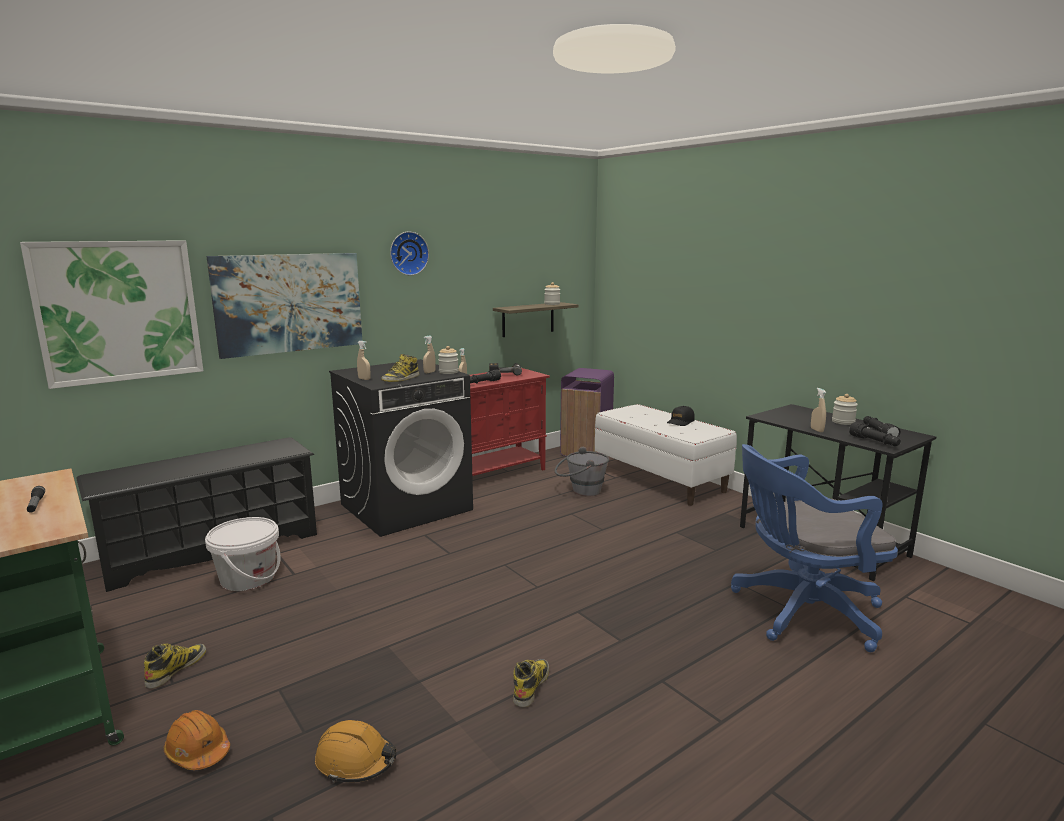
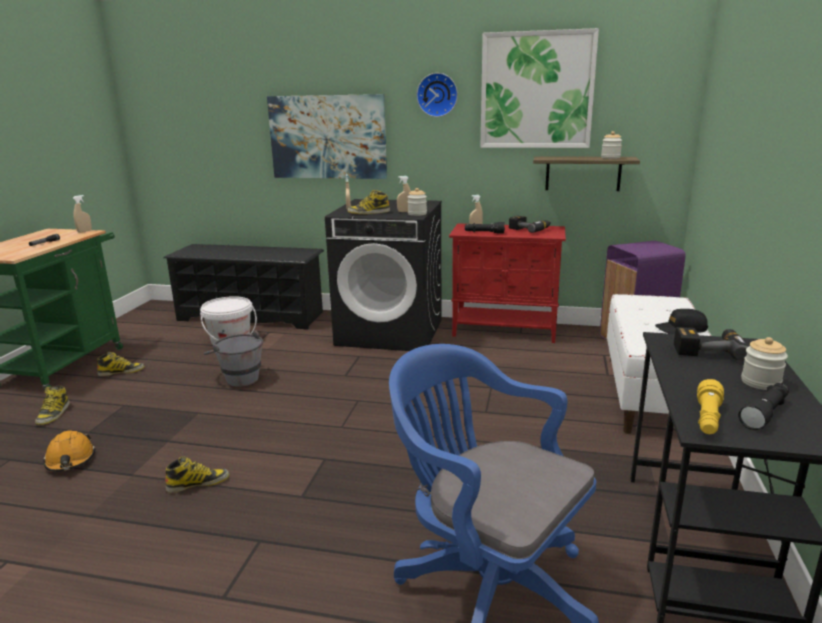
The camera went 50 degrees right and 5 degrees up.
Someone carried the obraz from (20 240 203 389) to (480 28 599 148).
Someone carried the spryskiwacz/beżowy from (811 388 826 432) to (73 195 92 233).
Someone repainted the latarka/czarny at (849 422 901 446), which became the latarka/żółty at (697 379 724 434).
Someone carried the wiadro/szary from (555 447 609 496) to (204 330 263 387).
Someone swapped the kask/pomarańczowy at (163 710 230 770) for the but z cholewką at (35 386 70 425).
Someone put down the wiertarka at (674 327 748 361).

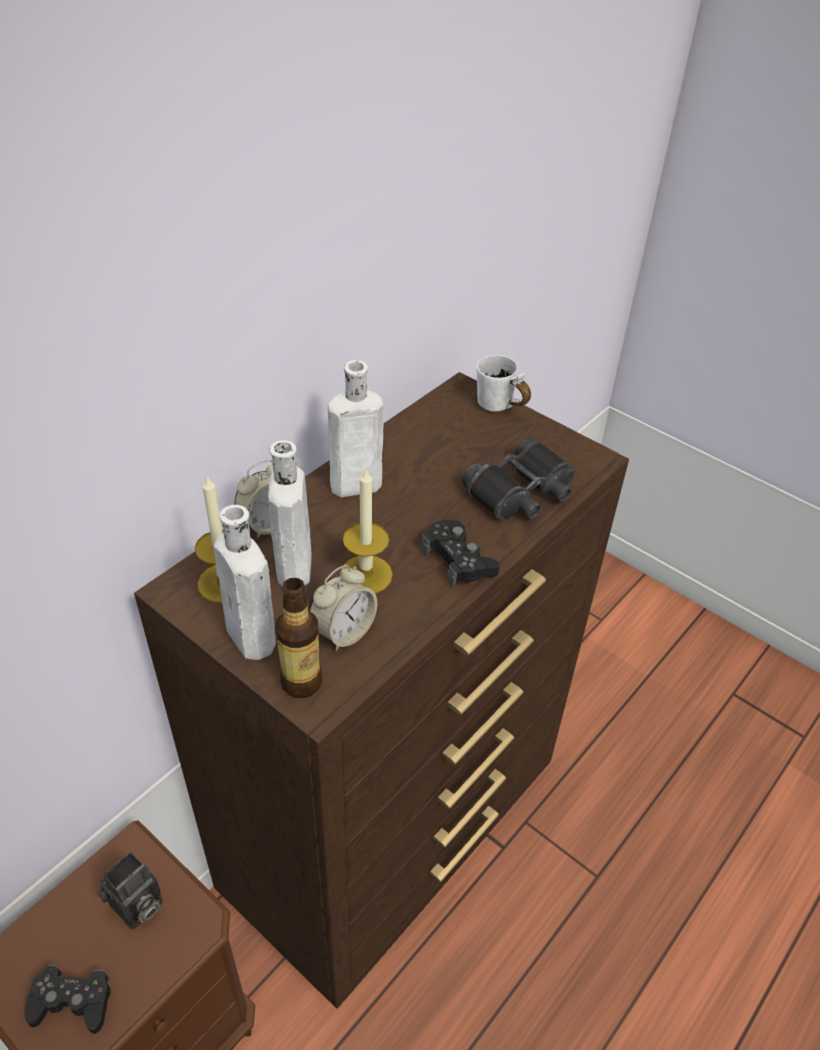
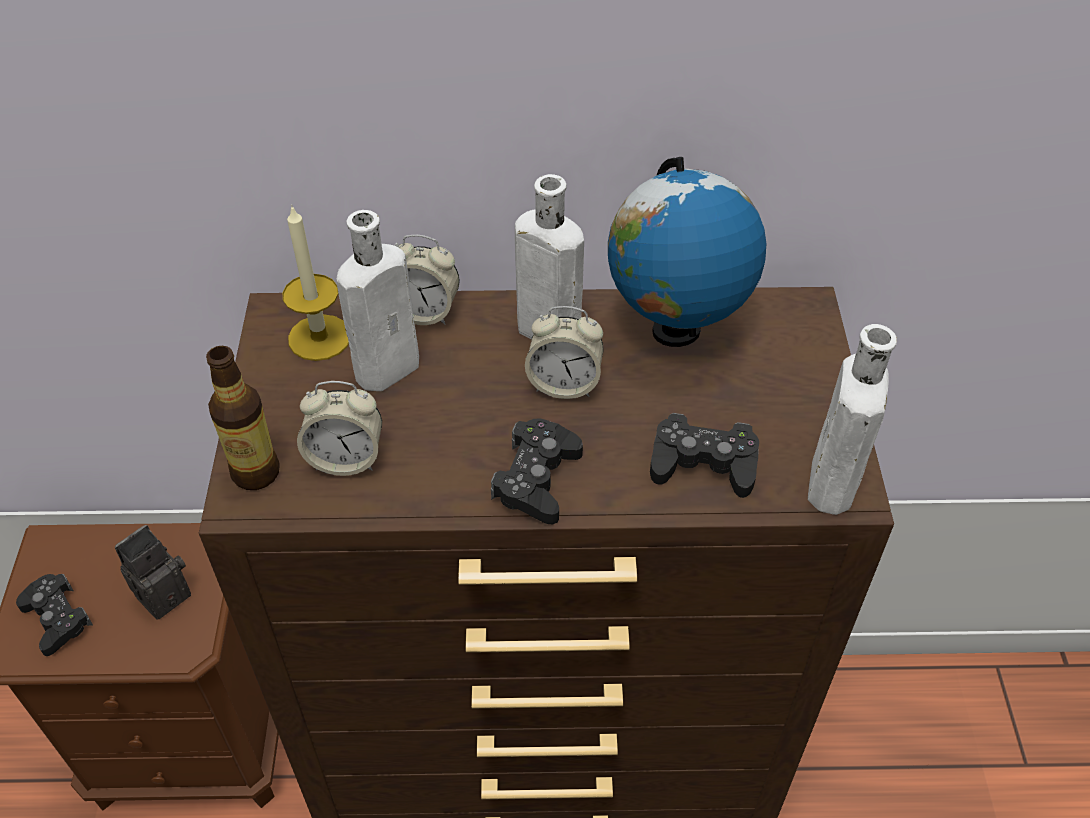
The camera went 50 degrees right and 5 degrees up.
Someone took away the kubek/biały at (477 355 531 411).
Someone swapped the lornetka/czarny at (462 437 575 519) for the pad do gier/czarny at (650 413 759 498).
Someone took away the świeca at (340 467 393 594).
Someone carried the butelka/biały from (214 505 276 660) to (808 324 897 515).
Someone rotated the aparat fotograficzny at (97 852 163 930) by 135 degrees clockwise.
Someone put down the globus at (608 157 766 347).
Someone put down the budzik at (525 306 604 399).

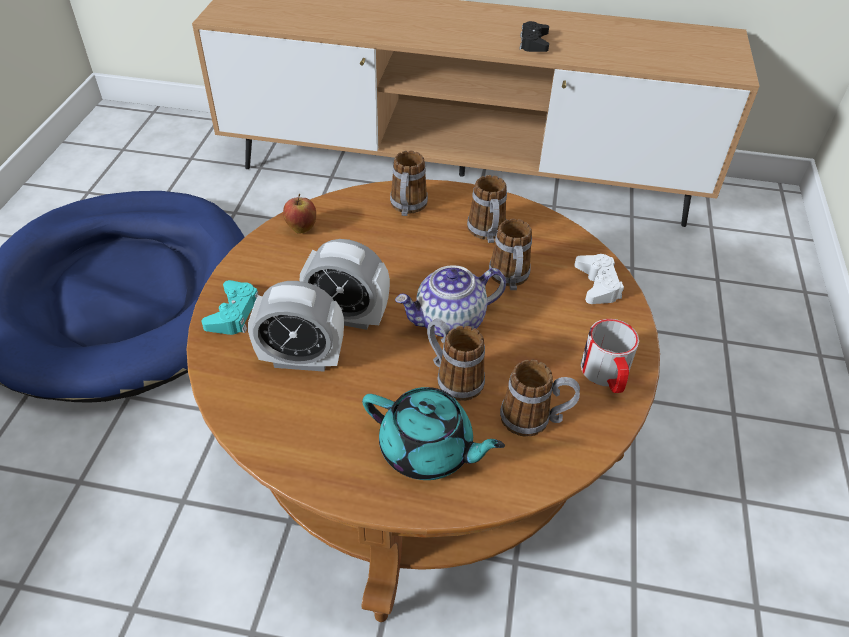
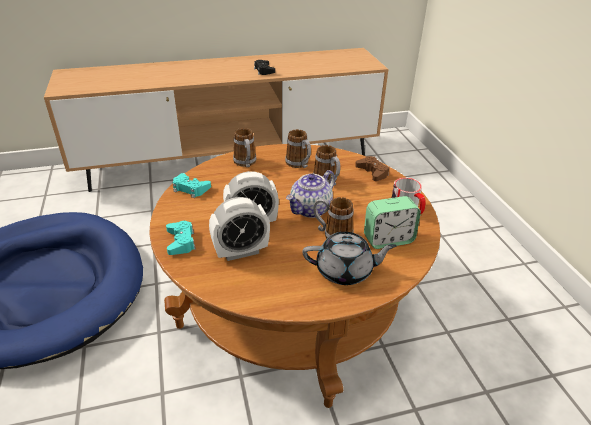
The camera went 25 degrees left and 10 degrees down.
Someone swapped the jabłko at (283 194 316 234) for the pad do gier/turkusowy at (173 173 211 198).
Someone repainted the pad do gier/biały at (574 254 624 304), which became the pad do gier/brązowy at (355 156 389 181).
Someone swapped the kubek at (500 360 580 437) for the budzik at (364 196 421 249).
Someone repainted the imbryk/turkusowy at (362 387 505 480), which became the imbryk/szary at (302 232 397 285).

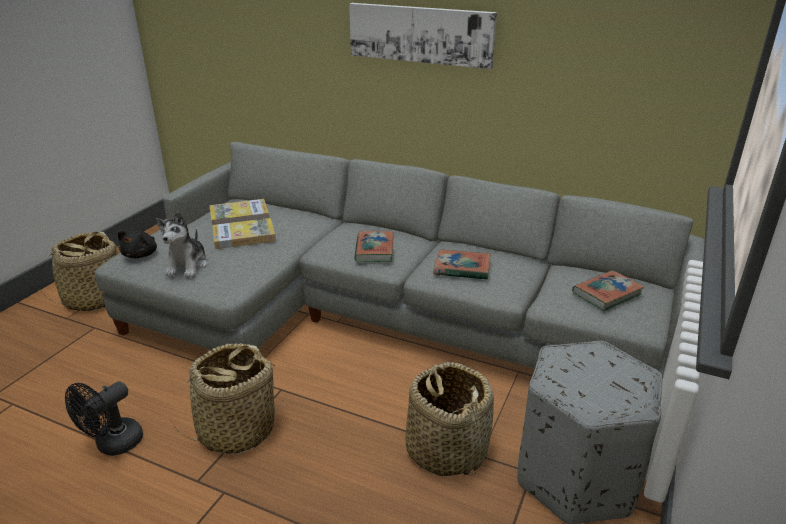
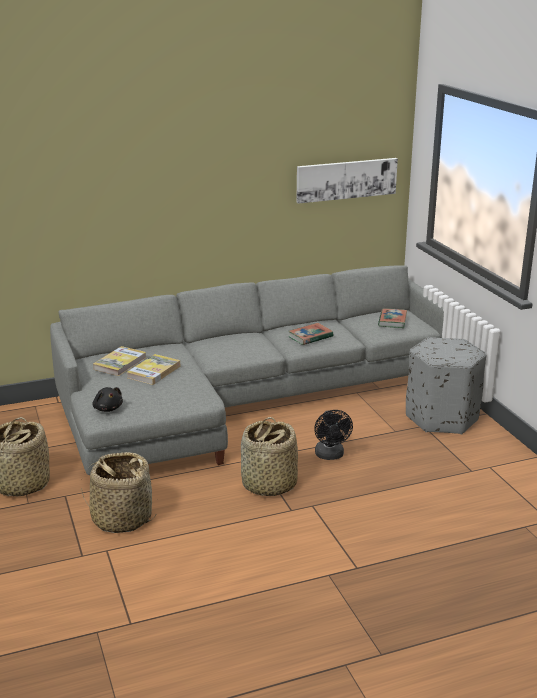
The camera went 45 degrees left and 5 degrees down.
Someone carried the obraz from (349 3 497 69) to (296 158 398 204).
Someone took away the pluszak at (156 212 208 277).
Someone took away the książka at (354 231 394 262).
Someone carried the koszyk from (406 362 494 476) to (81 452 157 533).
Someone carried the wentylator/czarny from (65 381 143 456) to (314 410 353 460).

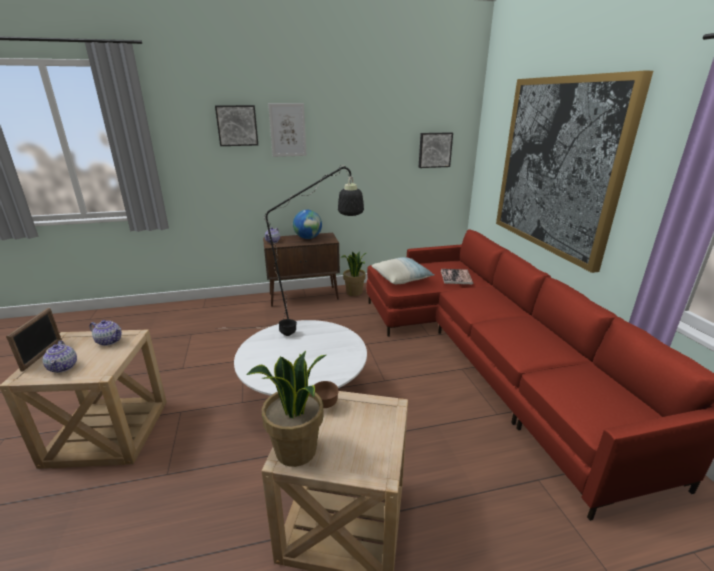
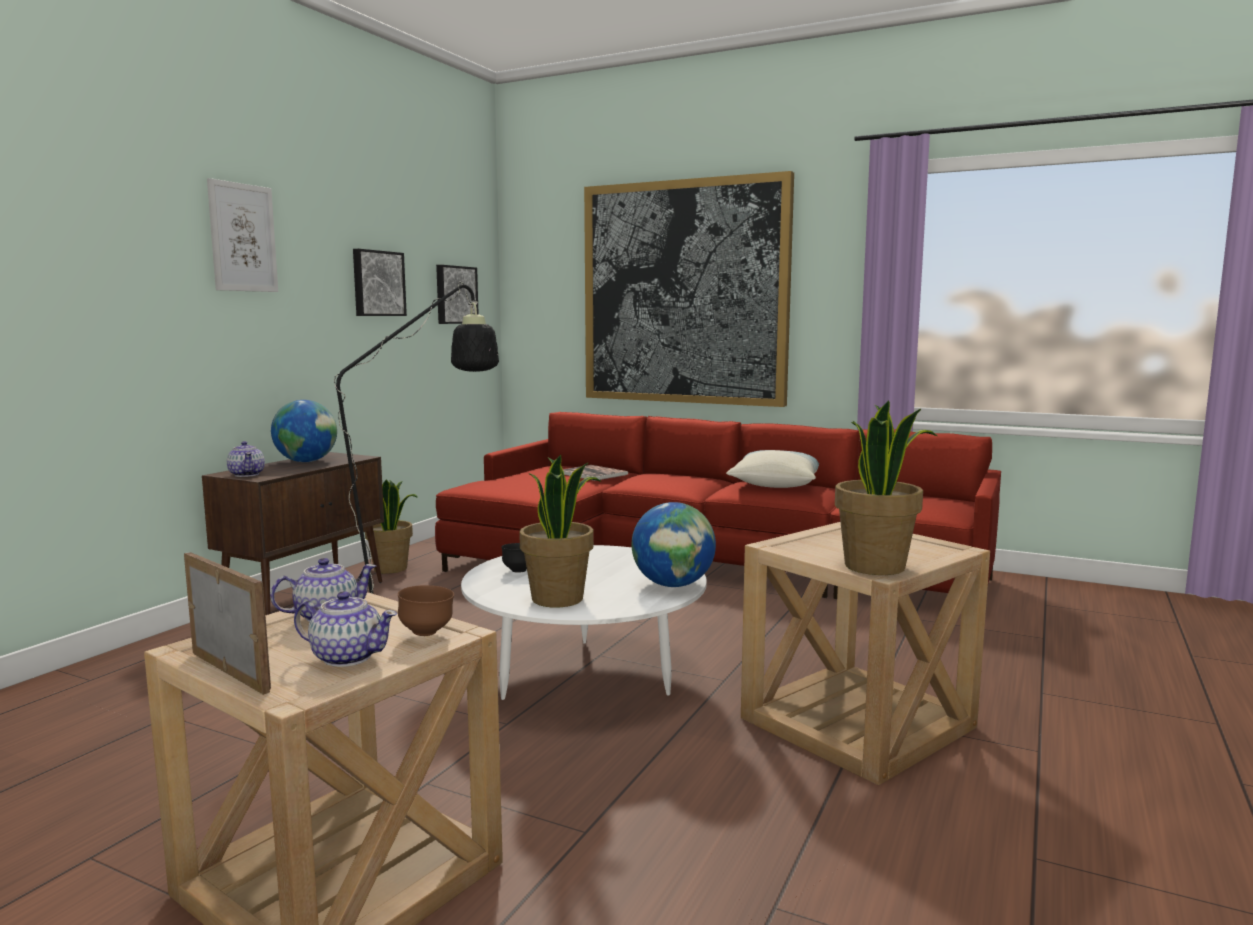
The camera went 50 degrees left and 15 degrees down.
Someone carried the obraz from (215 105 258 146) to (353 249 407 316).
Someone carried the poduszka from (371 257 435 284) to (726 450 819 488).
Someone carried the miska/brązowy from (314 381 339 408) to (398 585 454 636).
Someone put down the roślina doniczkowa at (519 455 601 607).
Someone put down the globus at (632 502 716 587).

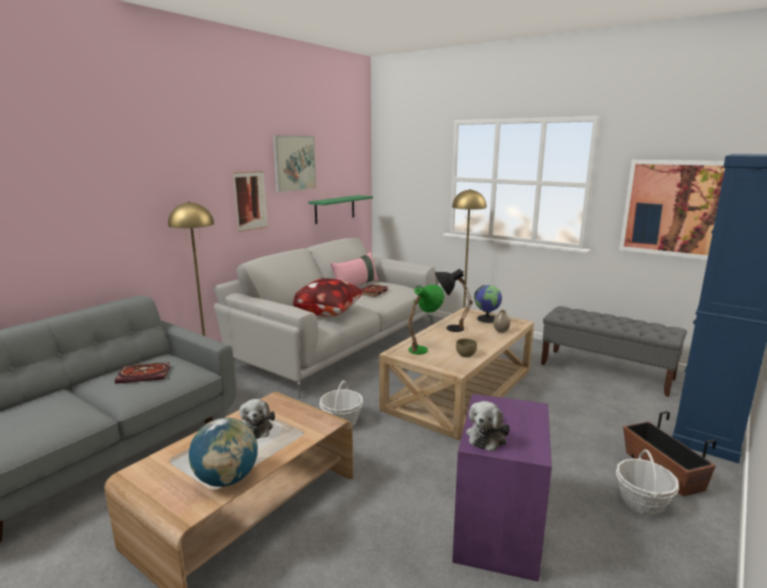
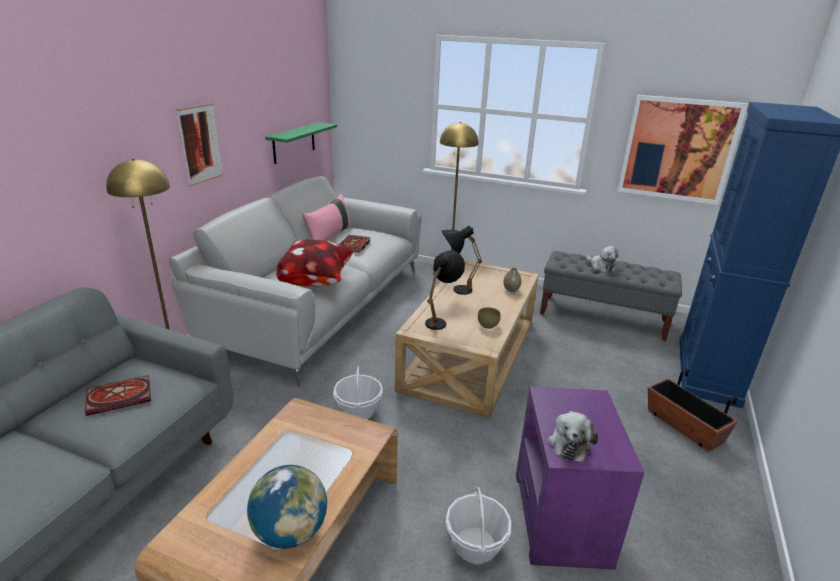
The camera went 15 degrees left and 10 degrees up.
Someone took away the obraz at (273 135 316 192).
Someone repainted the lampa stołowa/zielony at (407 285 444 355), which became the lampa stołowa/czarny at (425 251 465 330).
Someone took away the globus at (474 285 502 323).
Someone carried the pluszak from (239 399 275 439) to (586 246 619 273).
Someone carried the koszyk from (616 449 679 516) to (446 487 511 564).

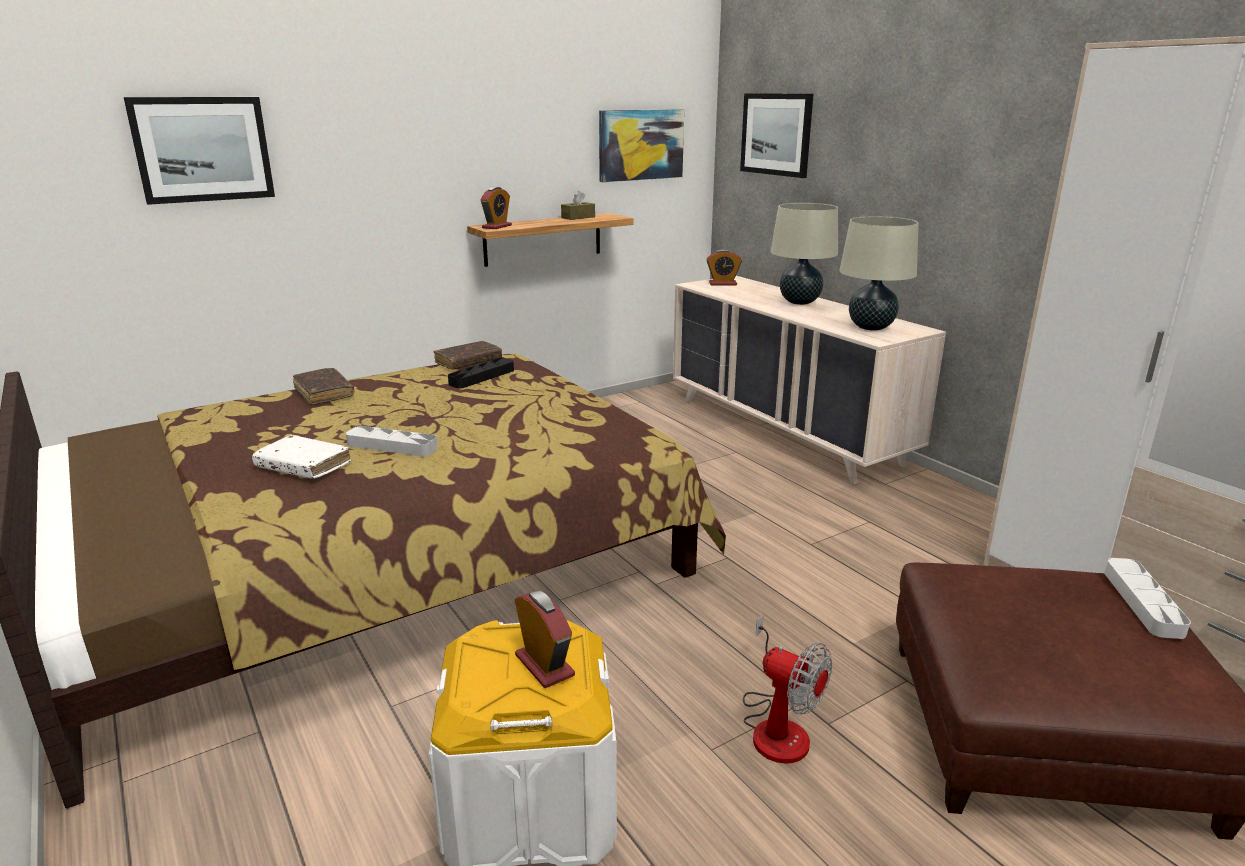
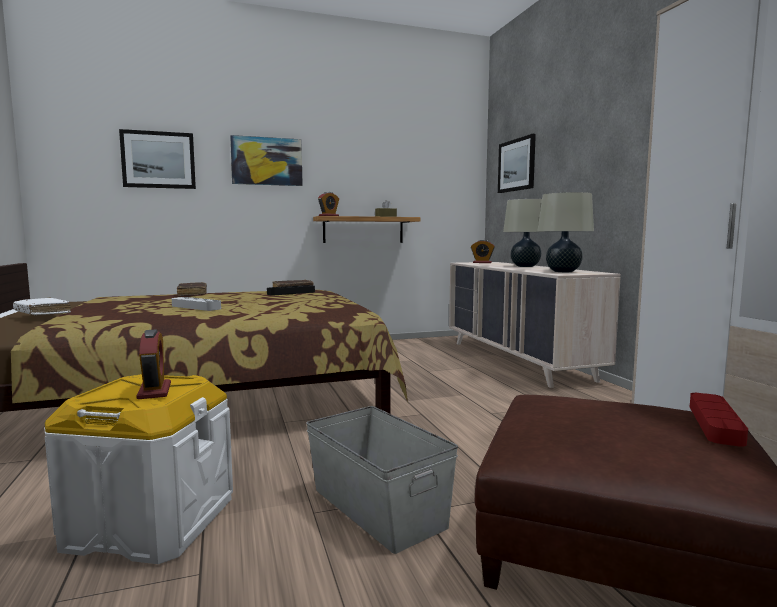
The camera went 15 degrees right and 15 degrees down.
Someone carried the obraz from (599 109 684 182) to (230 135 303 186).
Someone carried the książka/biały from (252 435 351 479) to (13 297 71 315).
Someone repainted the taca/szary at (1104 558 1191 639), which became the taca/czerwony at (690 393 748 447).
Someone swapped the wentylator at (743 614 832 764) for the pojemnik do przechowywania/szary at (306 406 458 554).

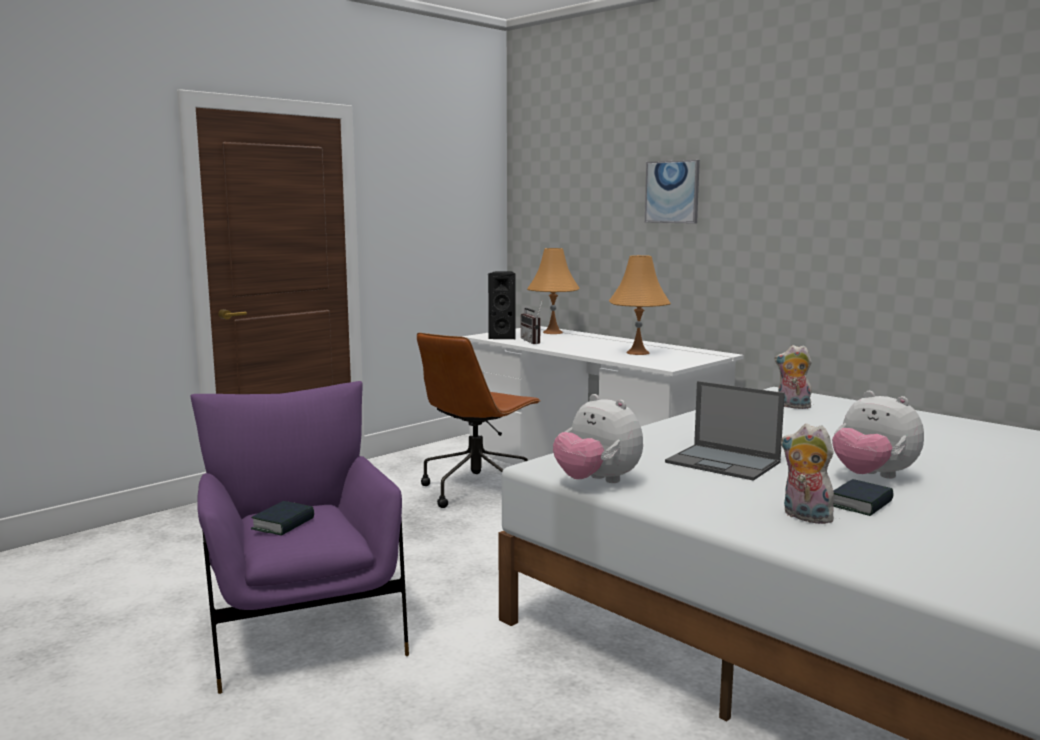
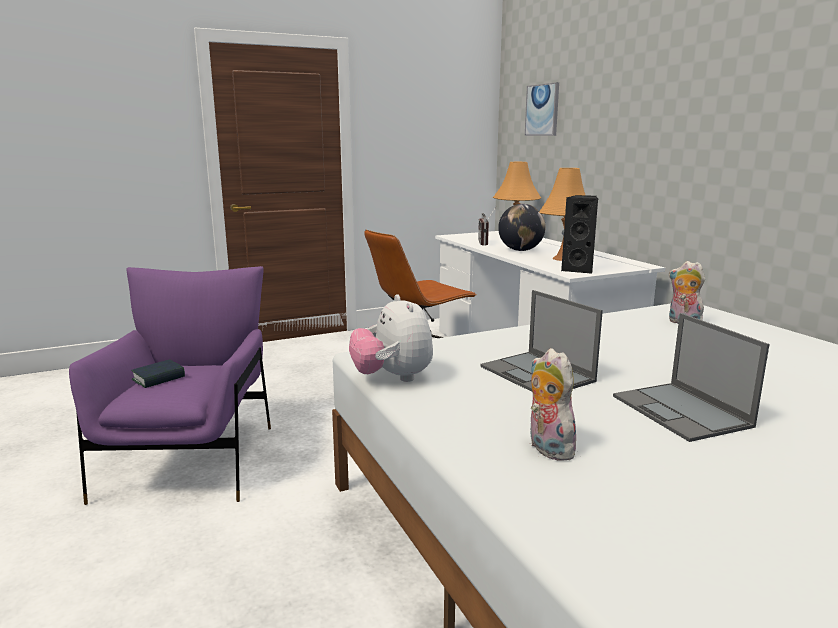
The camera went 20 degrees right and 5 degrees up.
Someone carried the obraz from (645 160 700 224) to (525 82 559 136).
Someone carried the głośnik/czarny from (488 271 516 339) to (561 195 598 274).
Someone swapped the pluszak at (832 391 924 479) for the laptop at (613 313 770 442).
Someone took away the książka at (833 479 893 516).
Someone put down the globus at (498 204 546 251).

